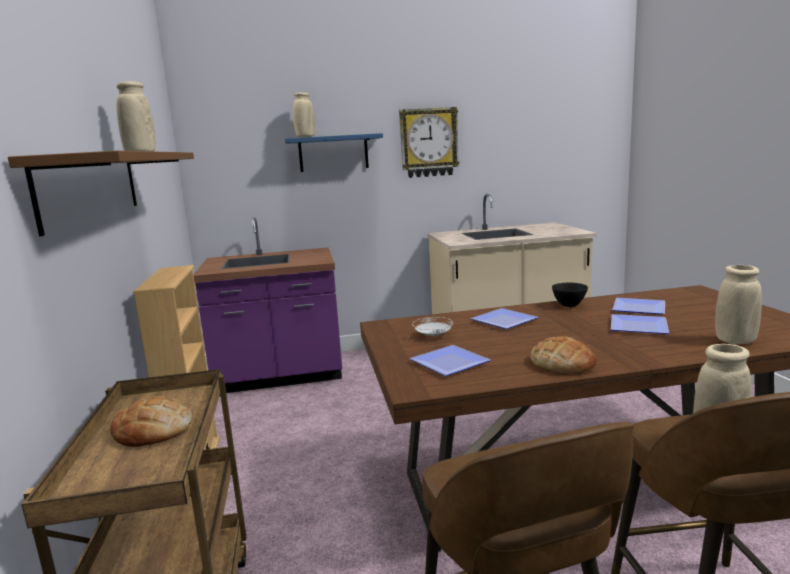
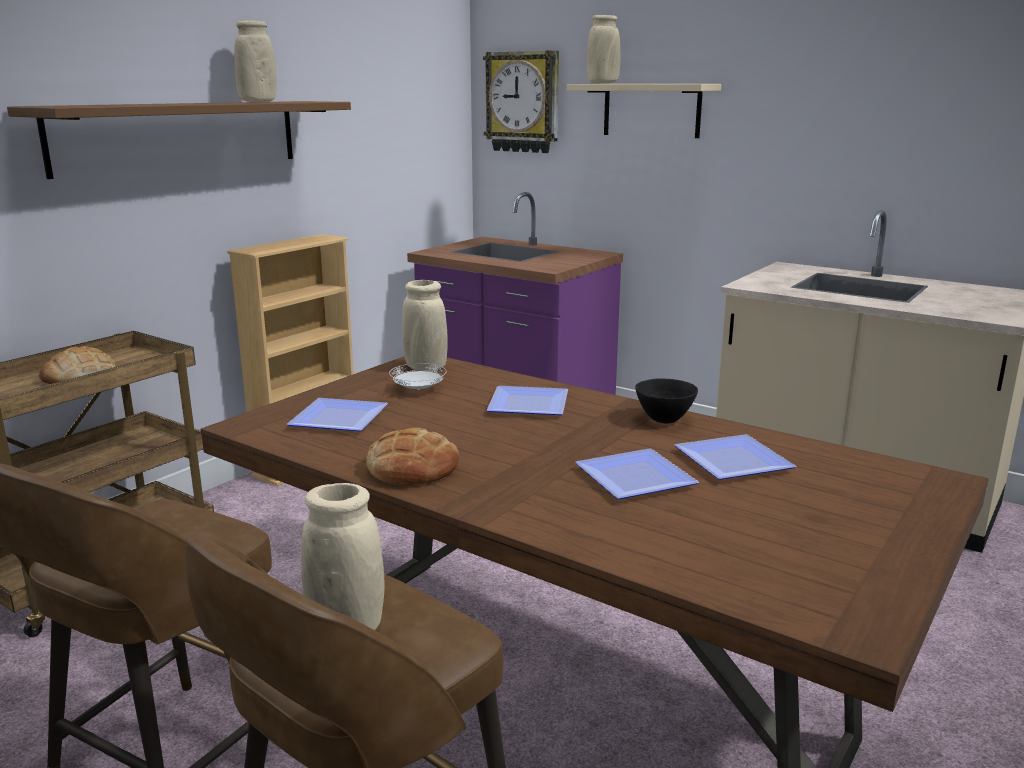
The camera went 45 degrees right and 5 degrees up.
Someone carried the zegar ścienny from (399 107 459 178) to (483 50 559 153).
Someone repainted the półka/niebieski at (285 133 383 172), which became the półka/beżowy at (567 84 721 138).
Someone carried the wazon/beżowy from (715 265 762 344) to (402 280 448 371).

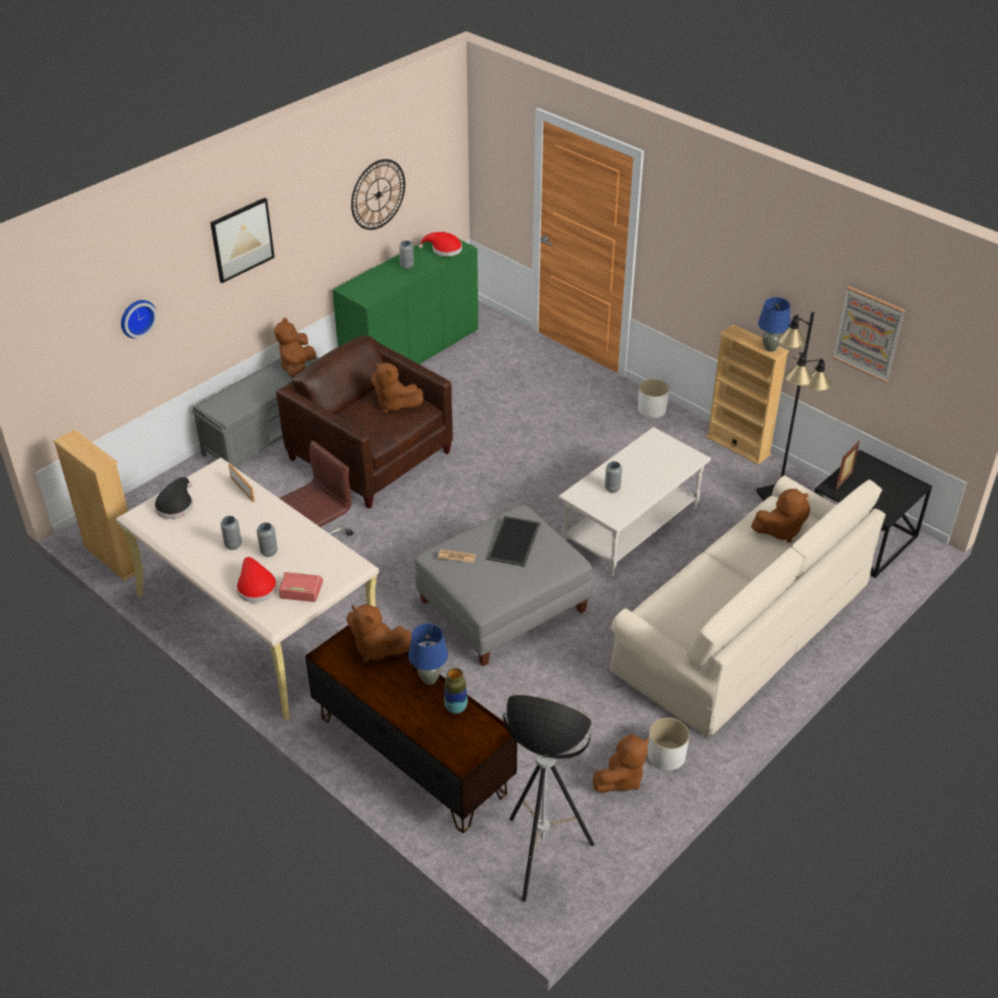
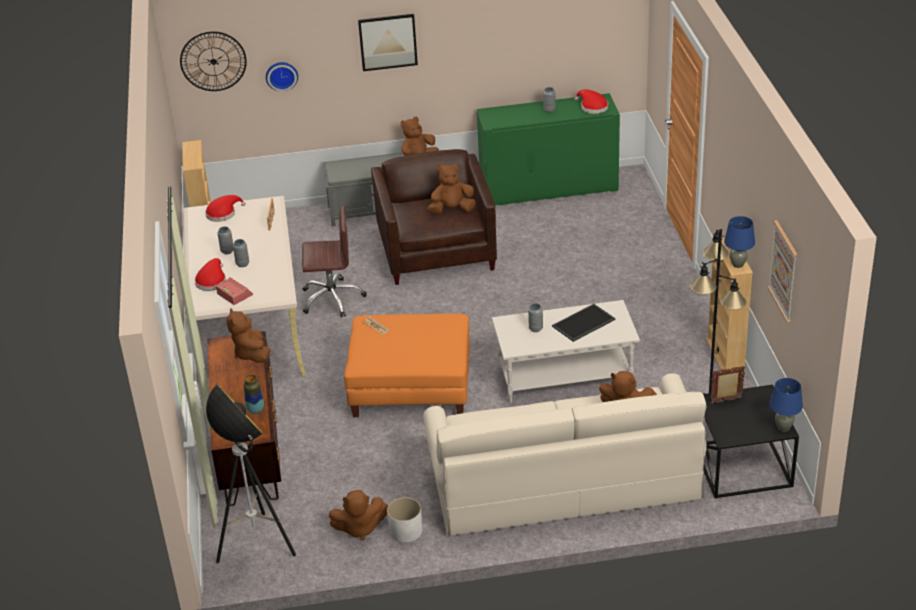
The camera went 40 degrees right and 5 degrees down.
Someone carried the zegar ścienny from (351 159 405 230) to (180 31 247 91).
Someone rotated the pluszak/brązowy at (371 362 423 413) by 90 degrees clockwise.
Someone took away the donica/biały at (638 379 669 418).
Someone repainted the kapelusz/czarny at (154 477 193 519), which became the kapelusz/czerwony at (205 195 246 222).
Someone repainted the pufa/szary at (414 505 592 666), which became the pufa/pomarańczowy at (344 313 470 417).
Someone carried the taca from (487 516 540 567) to (552 304 616 342).
Someone carried the lampa stołowa/niebieski from (408 624 448 685) to (769 378 803 432).

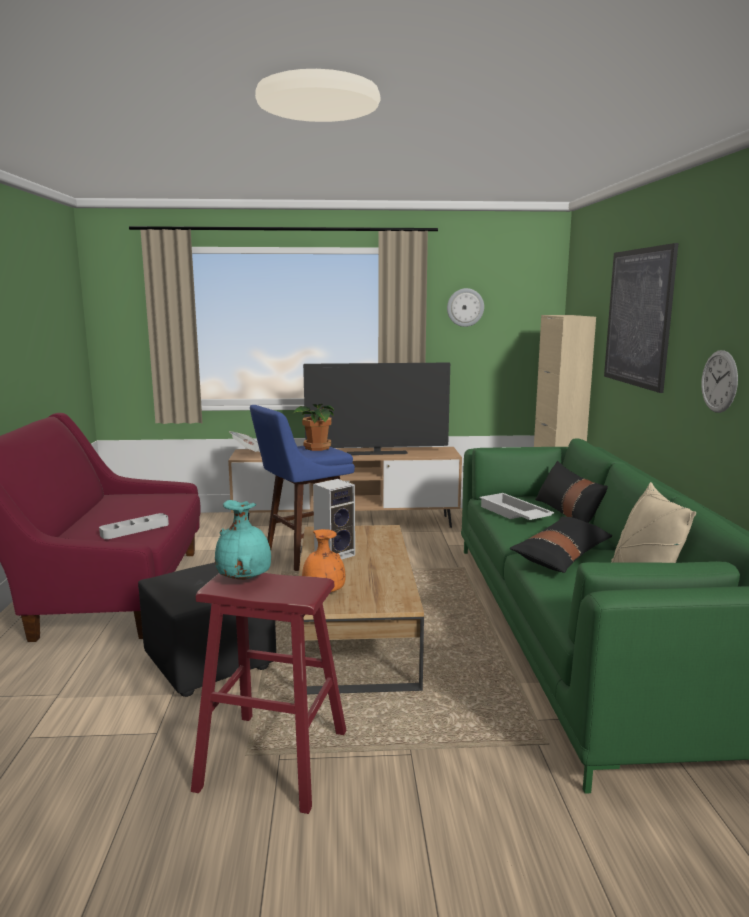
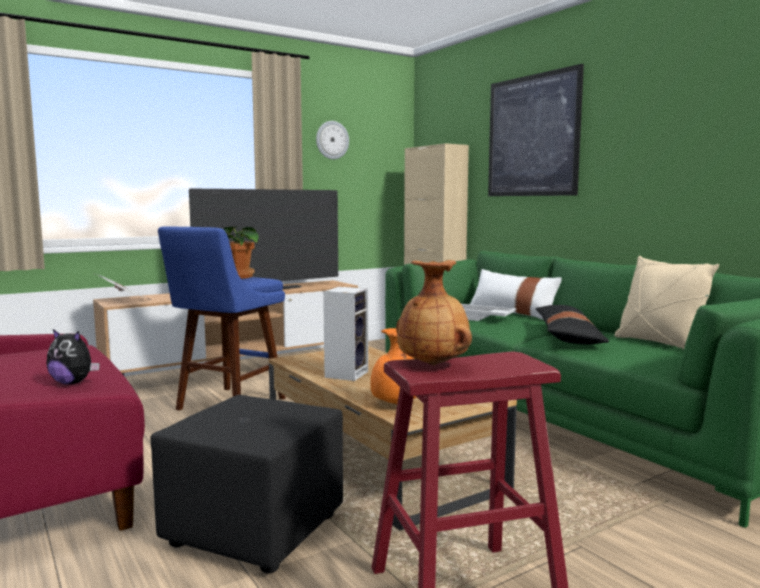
The camera went 30 degrees left and 5 degrees down.
Someone took away the zegar ścienny at (701 350 738 413).
Someone repainted the poduszka/czarny at (535 461 608 523), which became the poduszka/biały at (470 269 562 320).
Someone repainted the wazon/turkusowy at (215 500 271 580), which became the wazon/brązowy at (396 260 472 365).
Someone swapped the taca/szary at (99 513 169 539) for the pluszak at (46 329 100 385).

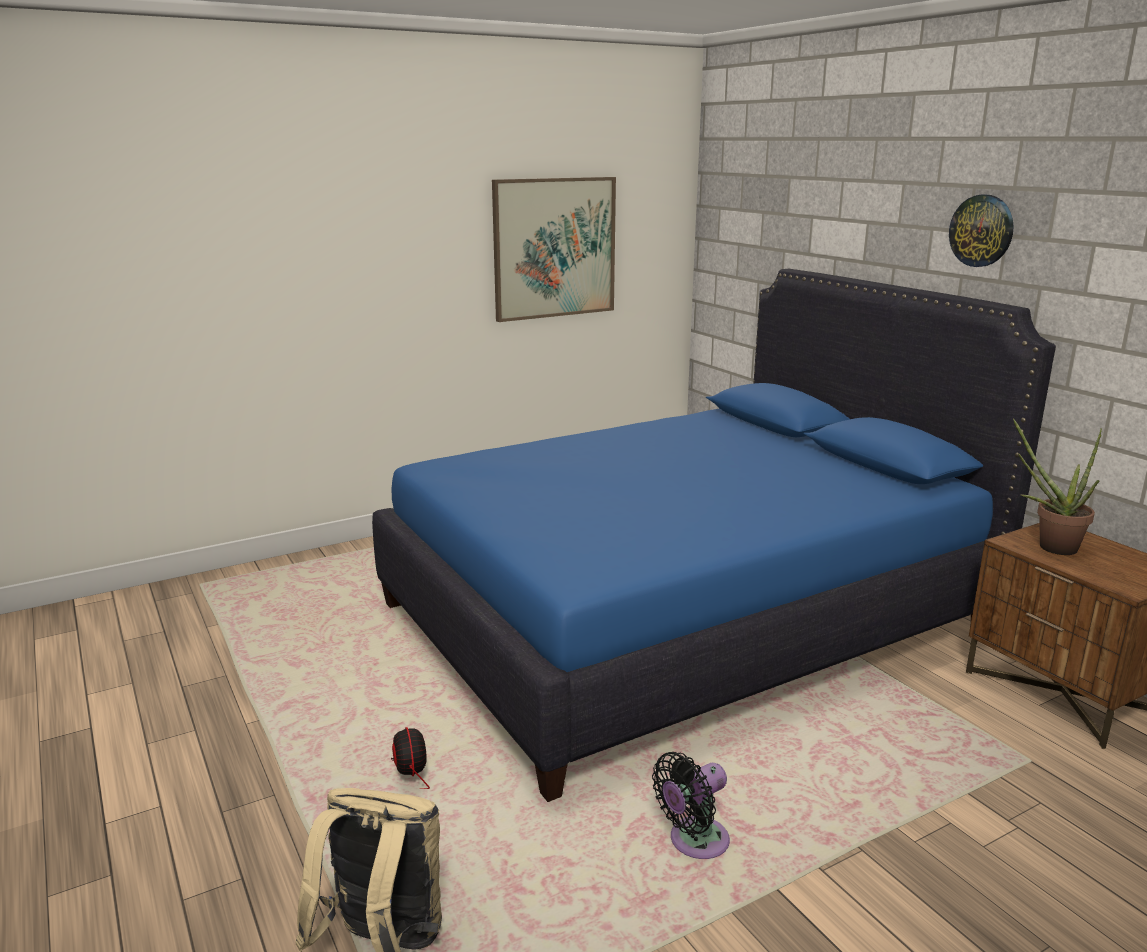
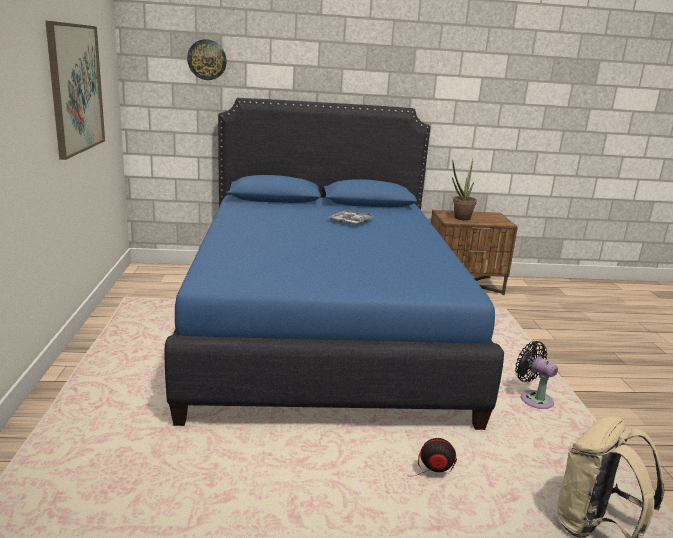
The camera went 65 degrees left and 0 degrees up.
Someone carried the zegar ścienny from (949 195 1014 267) to (187 39 227 80).
Someone rotated the wentylator/czarny at (652 752 730 859) by 150 degrees clockwise.
Someone put down the taca at (330 210 375 224).

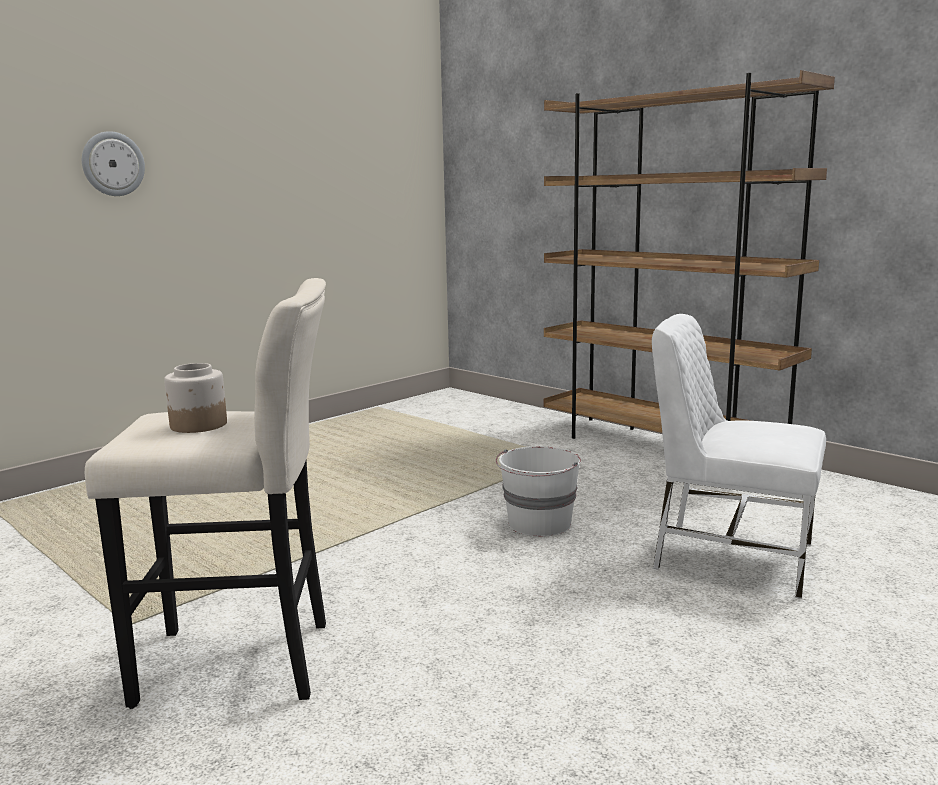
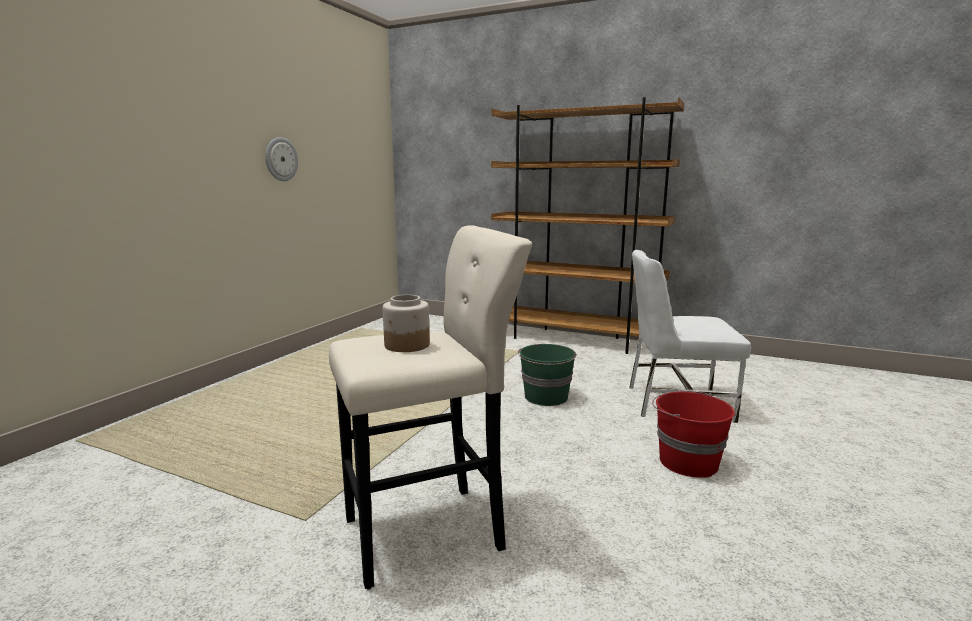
The camera went 20 degrees left and 0 degrees up.
Someone carried the zegar ścienny from (82 131 145 196) to (265 137 298 181).
Someone repainted the wiadro/biały at (496 446 581 537), which became the wiadro/zielony at (518 344 577 406).
Someone put down the wiadro/czerwony at (652 391 735 478).

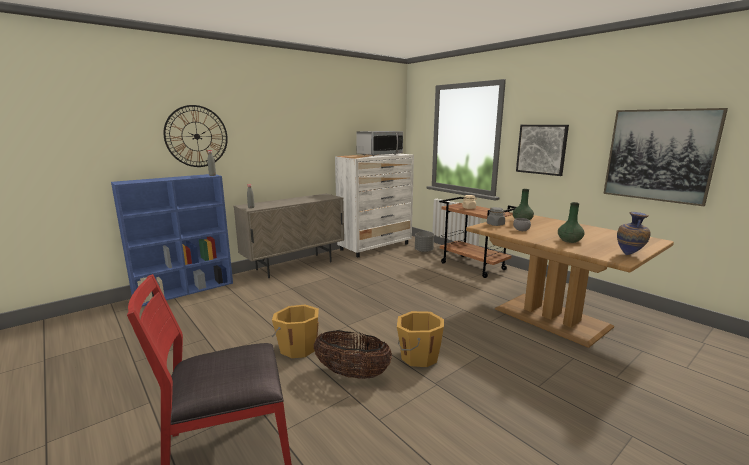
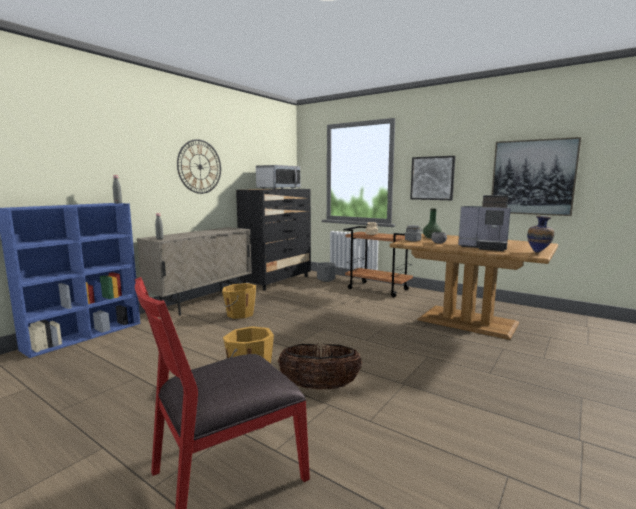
The camera went 15 degrees left and 5 degrees down.
Someone carried the zegar ścienny from (163 105 228 167) to (177 139 221 194).
Someone repainted the komoda/biały at (335 153 414 257), which became the komoda/czarny at (236 189 311 291).
Someone swapped the wazon/zielony at (558 202 584 243) for the ekspres do kawy at (458 195 511 251).
Someone carried the wiadro/pomarańczowy from (397 311 444 367) to (222 283 256 319).

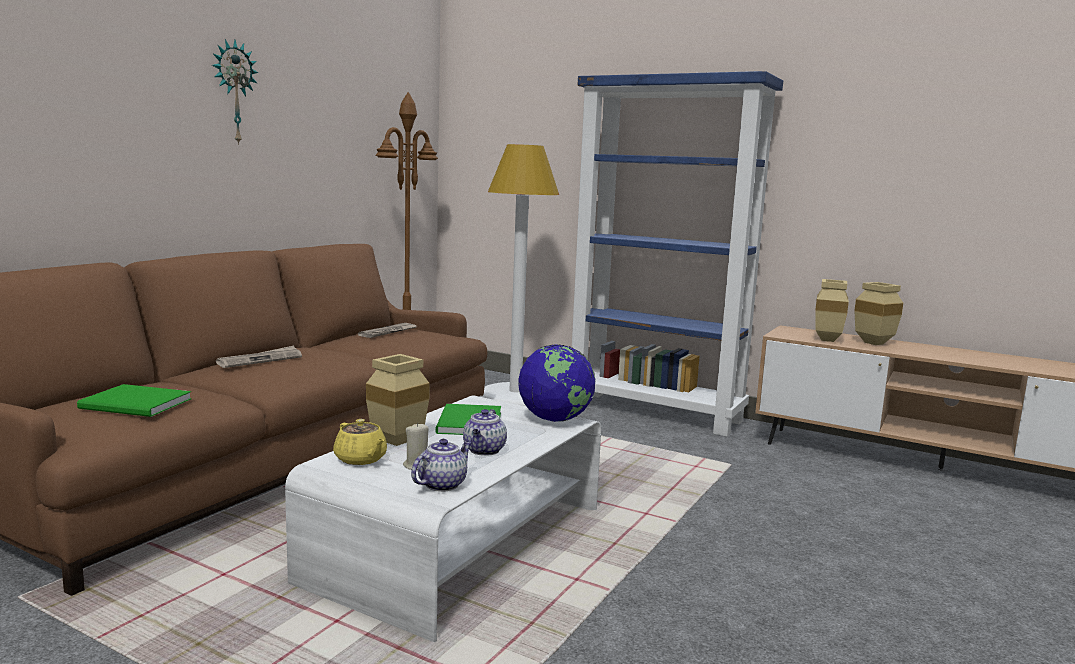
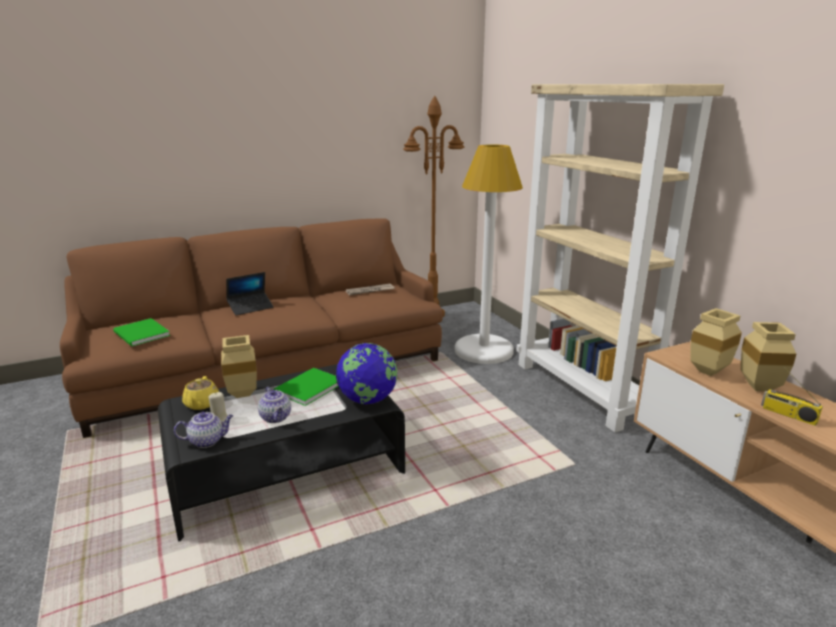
The camera went 35 degrees right and 10 degrees up.
Someone took away the zegar ścienny at (212 39 259 145).
Someone repainted the regał/niebieski at (572 71 783 437), which became the regał/beżowy at (516 84 724 433).
Someone swapped the gazeta at (216 346 302 368) for the laptop at (226 272 274 315).
Someone repainted the ława/biały at (285 395 601 642), which became the ława/czarny at (158 364 405 541).
Someone rotated the imbryk at (463 409 507 456) by 75 degrees counterclockwise.
Someone put down the radio at (761 367 823 426).

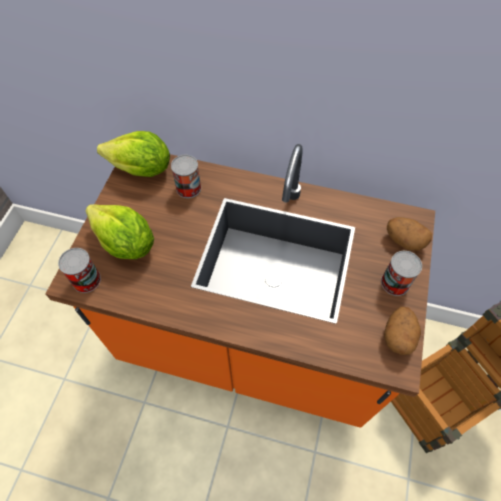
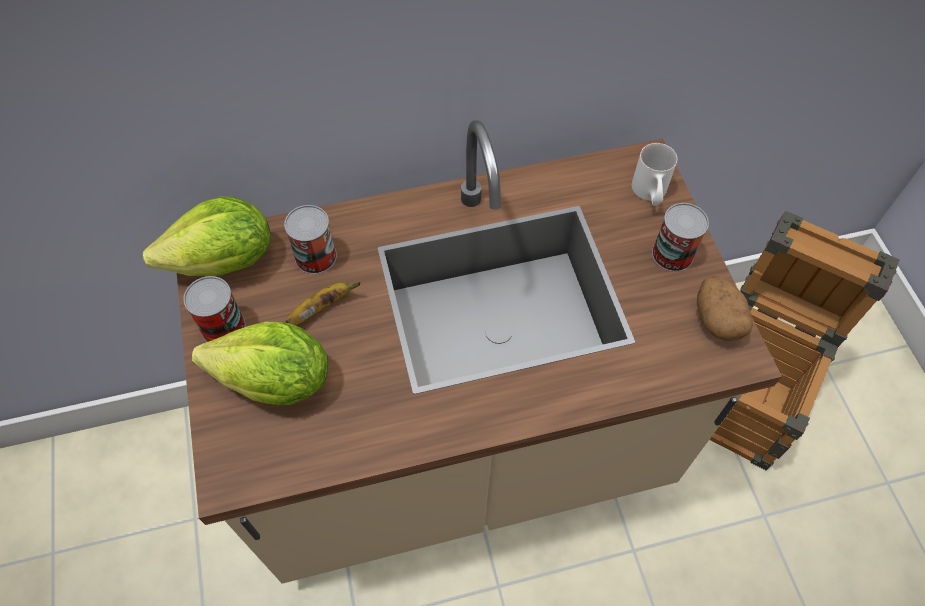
The camera went 30 degrees left and 0 degrees up.
Someone repainted the zabudowa kuchenna/pomarańczowy at (45 144 435 428), which became the zabudowa kuchenna/beżowy at (177 120 782 584).
Someone swapped the ziemniak at (387 217 432 251) for the kubek/biały at (632 143 678 206).
Someone carried the puszka from (58 248 101 293) to (183 276 245 342).
Someone put down the banan at (286 282 360 325).

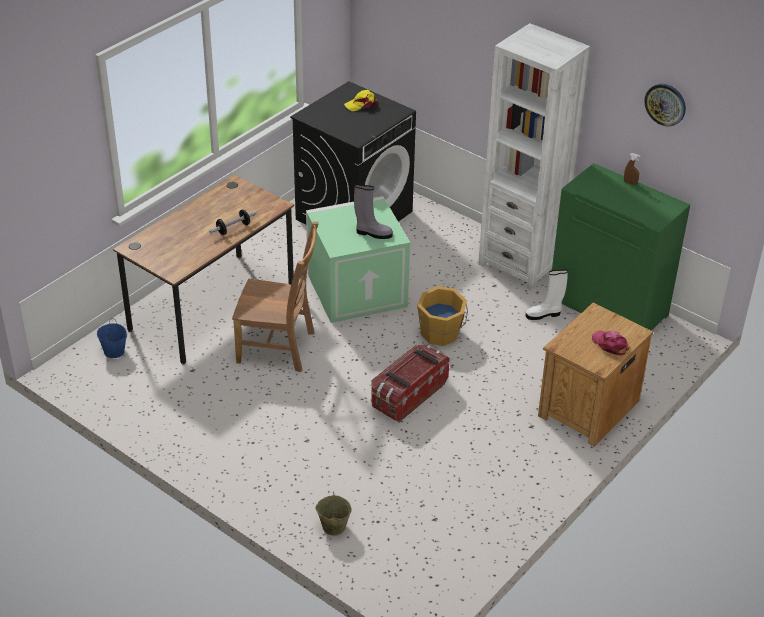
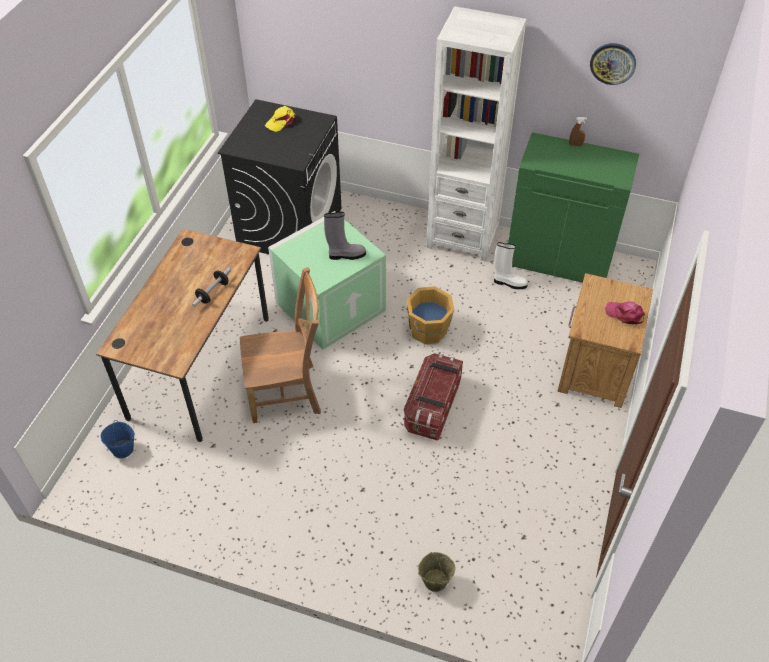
The camera went 20 degrees left and 10 degrees up.
Someone rotated the but z cholewką/biały at (526 270 568 320) by 135 degrees counterclockwise.

